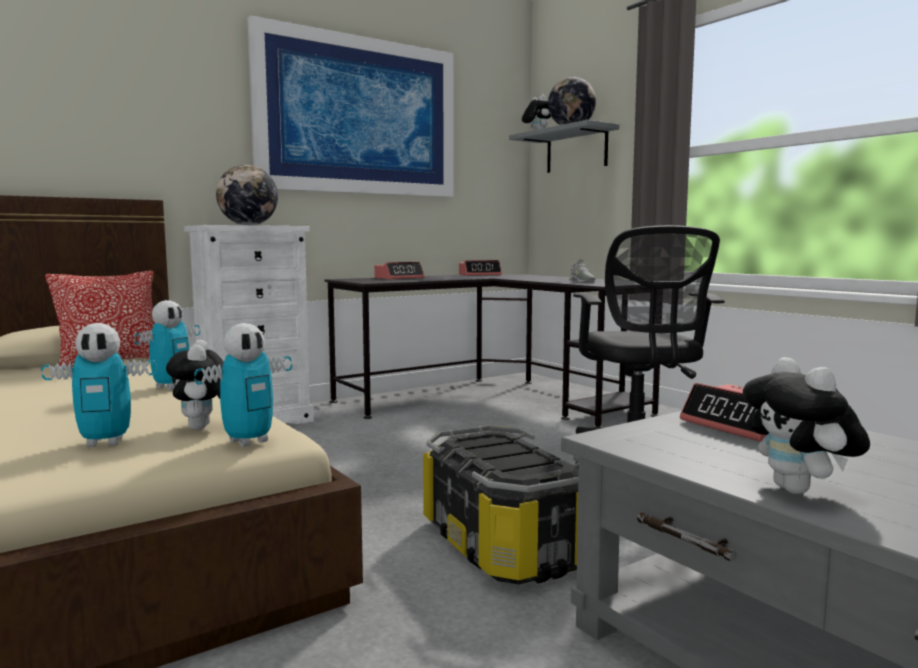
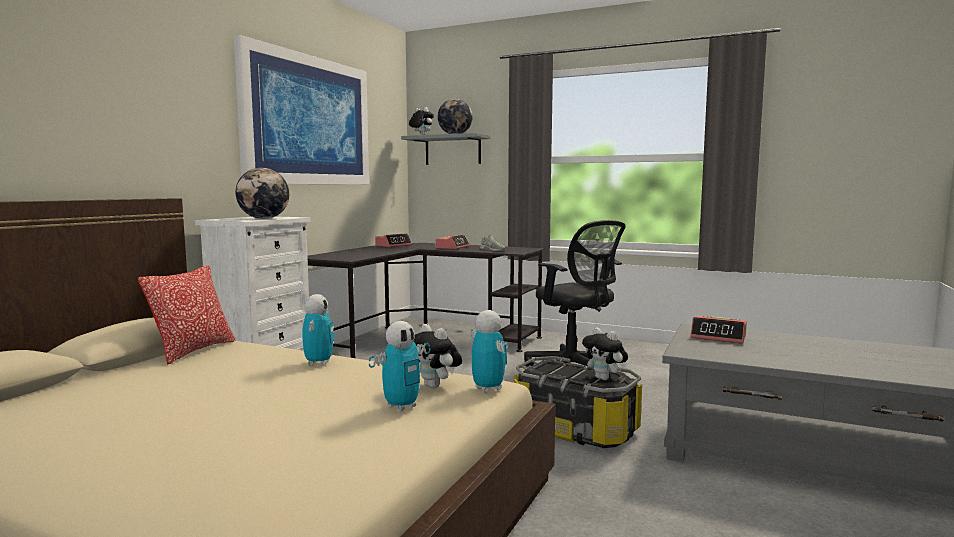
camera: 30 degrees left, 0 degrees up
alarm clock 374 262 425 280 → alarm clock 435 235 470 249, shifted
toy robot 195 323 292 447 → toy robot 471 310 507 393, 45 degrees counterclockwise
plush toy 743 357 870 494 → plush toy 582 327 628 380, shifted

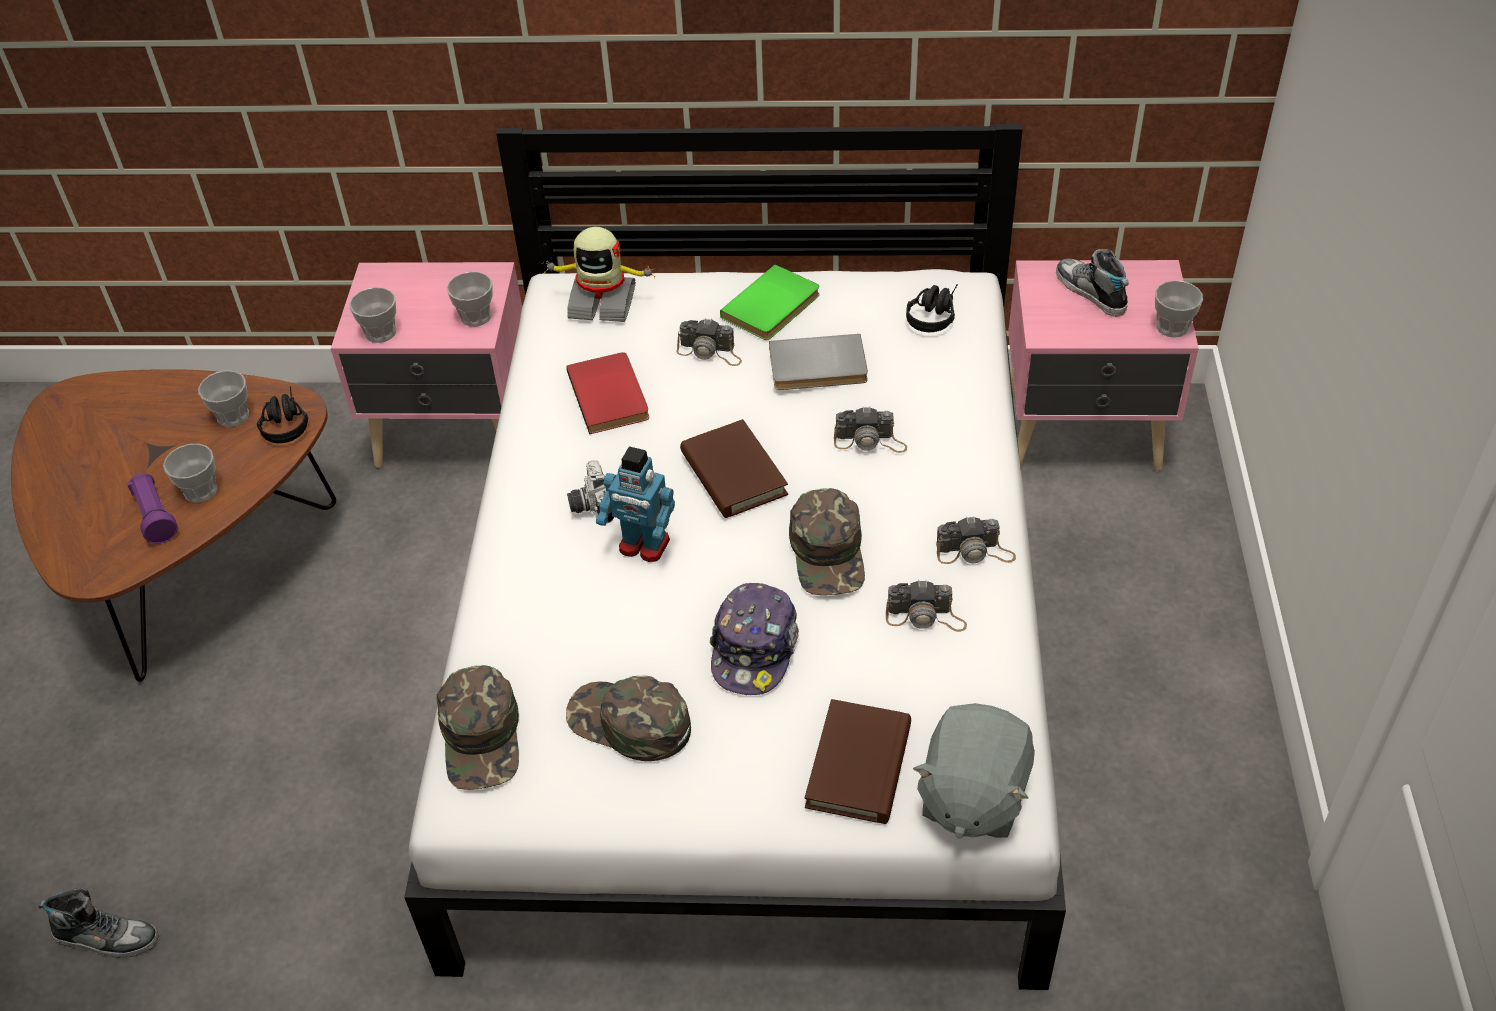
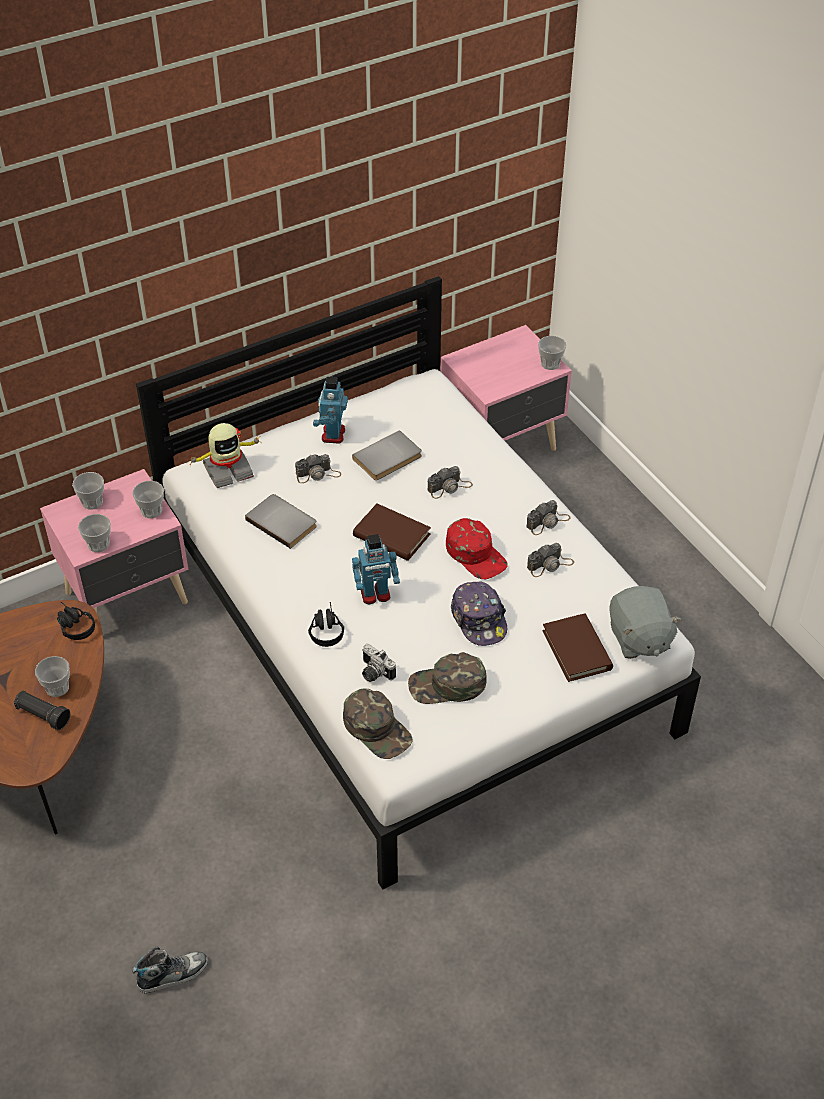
camera: 35 degrees left, 0 degrees up
shoe 1056 249 1129 317 → -
green book 720 265 820 340 → toy robot 313 377 348 444
black headphones 906 284 958 332 → black headphones 308 602 344 647, shifted
red book 566 352 649 434 → grey book 245 494 317 549
cup 198 370 249 427 → cup 72 472 104 510, shifted
photo camera 567 460 614 523 → photo camera 362 644 396 682, shifted
purple flashlight 126 473 178 544 → black flashlight 14 691 70 730
green cap 789 488 865 595 → red cap 446 518 508 579

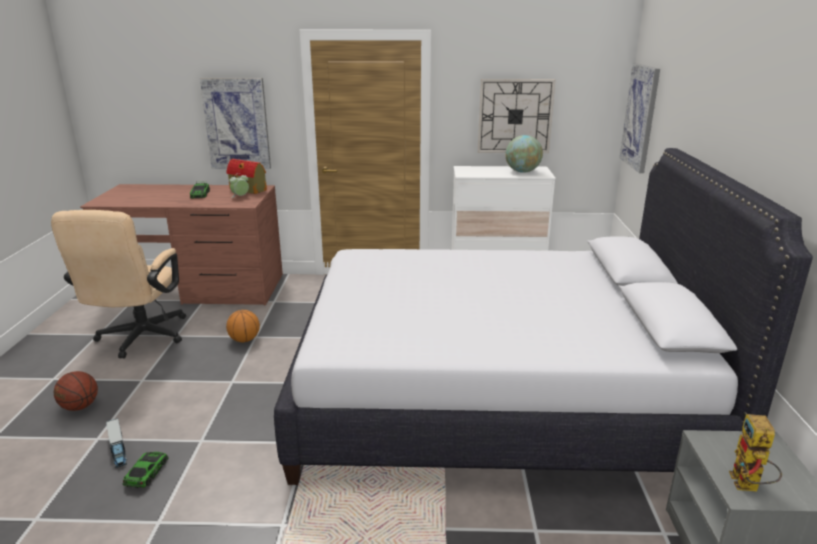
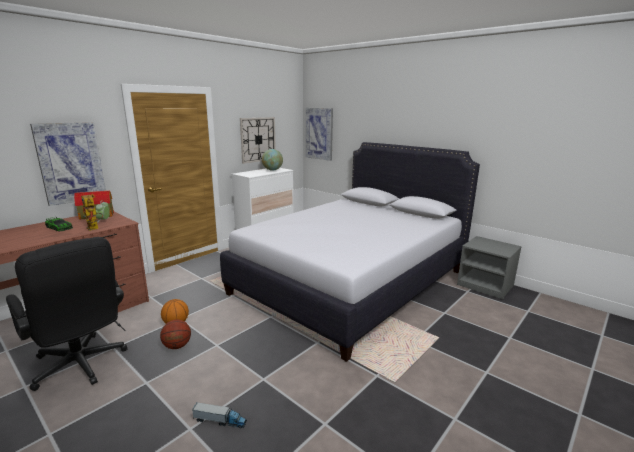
camera: 50 degrees left, 5 degrees down
beige office chair 51 210 186 359 → black office chair 6 237 127 391
basketball 54 371 98 411 → basketball 160 320 191 349, shifted
toy robot 729 414 782 491 → toy robot 81 195 103 231, shifted
toy car 123 452 169 488 → -

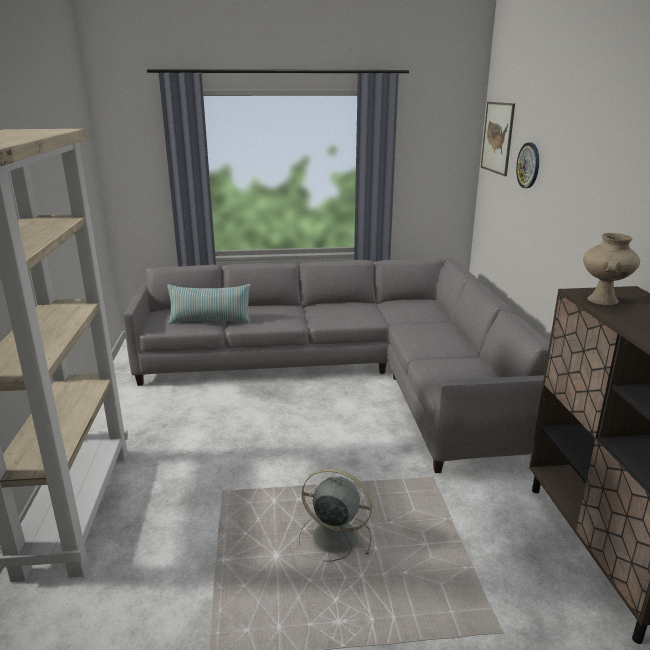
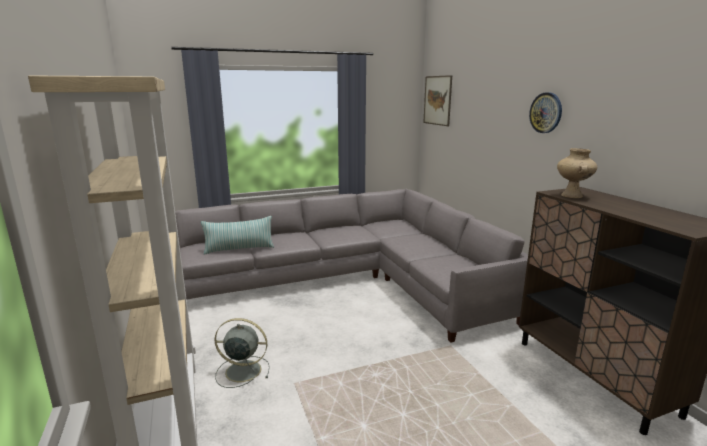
camera: 15 degrees left, 5 degrees down
wall clock 516 142 539 188 → wall clock 529 92 562 133, shifted
grey fan 299 469 372 562 → grey fan 215 318 270 388, shifted

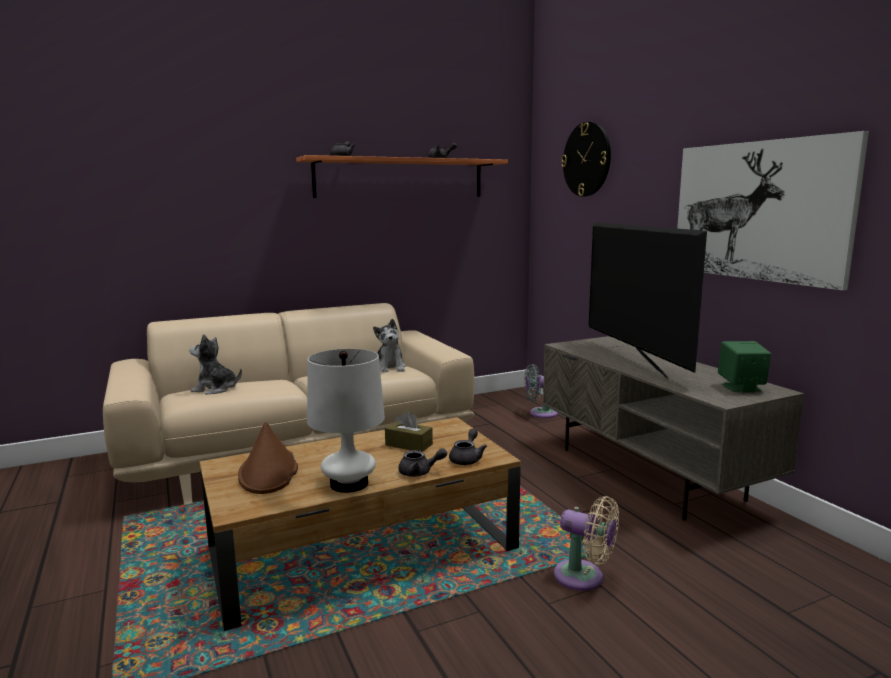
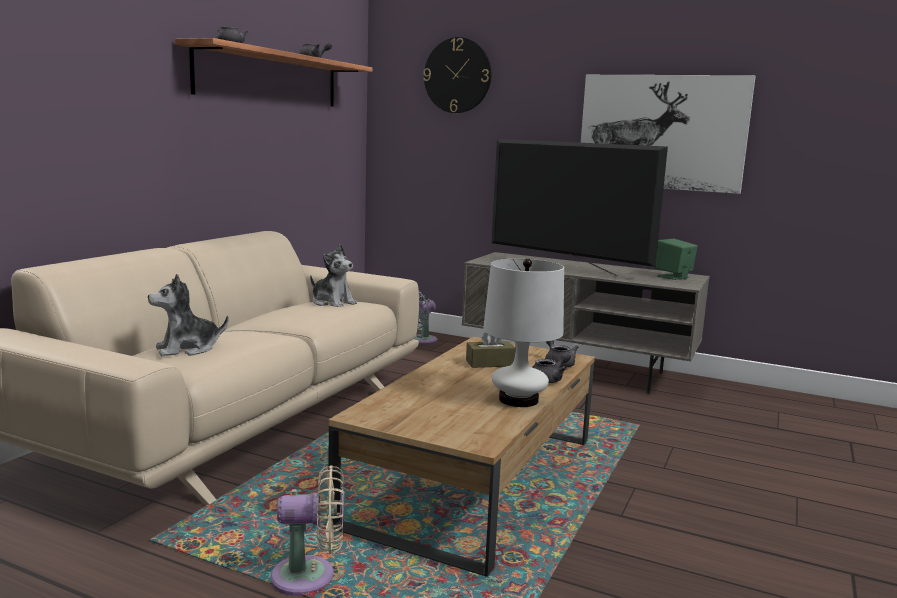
camera: 40 degrees left, 0 degrees up
brown hat 238 422 298 494 → -
beige fan 554 496 619 591 → beige fan 270 465 344 596, shifted

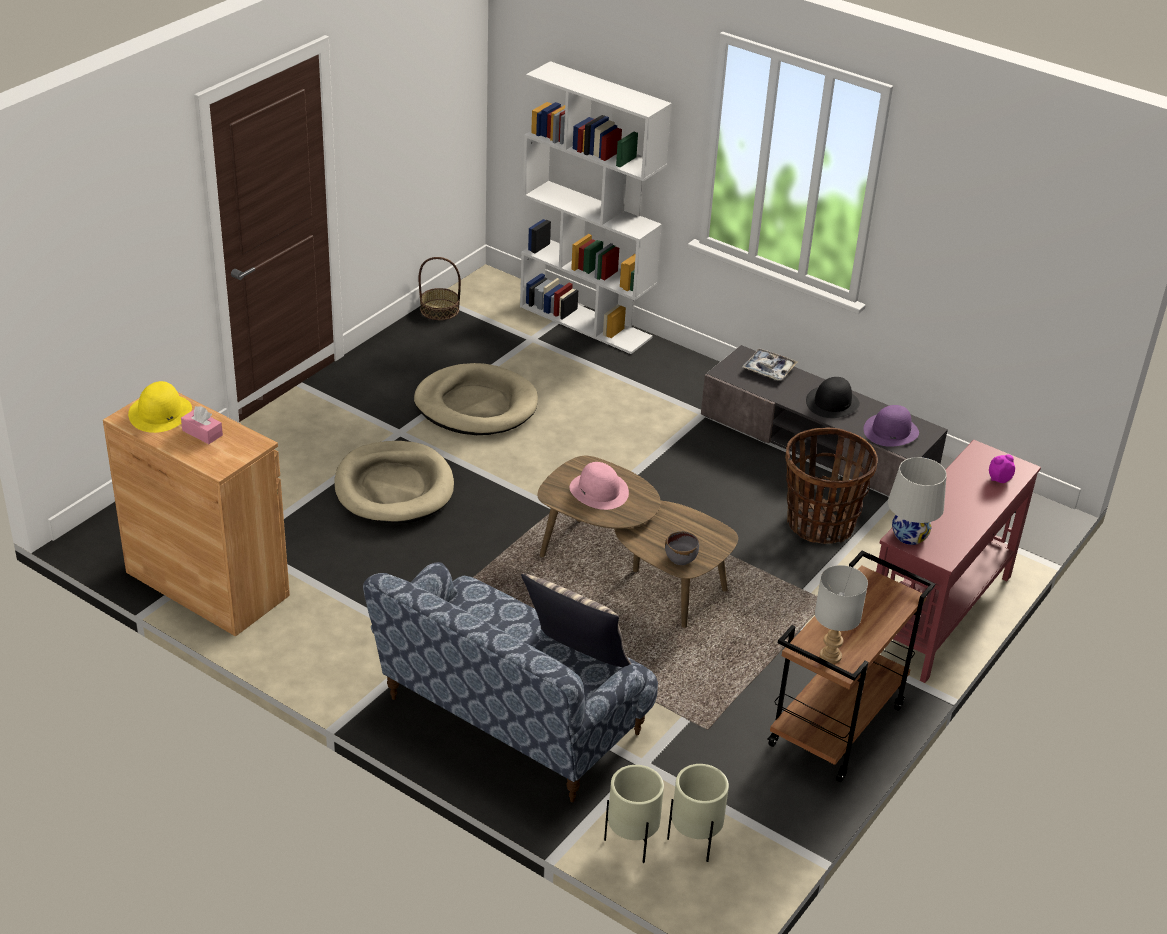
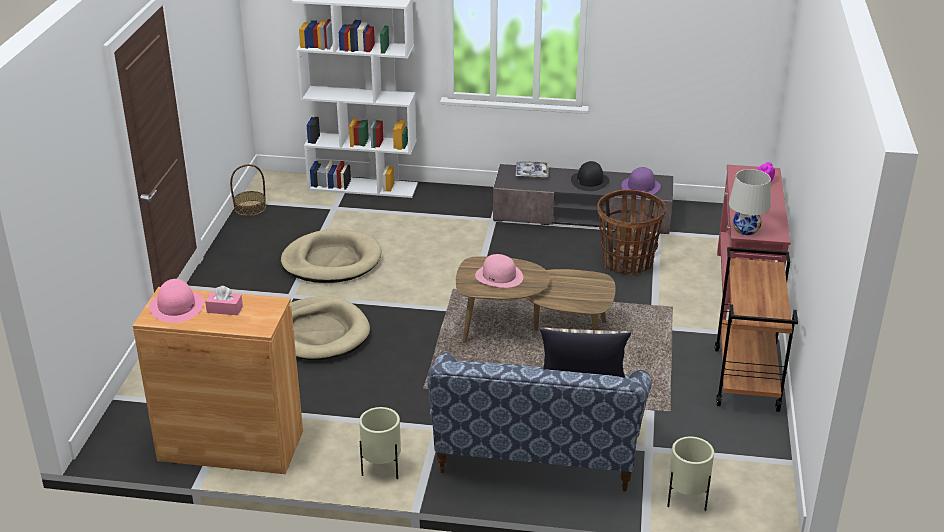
camera: 25 degrees left, 5 degrees down
yellow hat 128 381 192 433 → pink hat 149 279 204 323
grey bowl 665 531 699 565 → -
grey table lamp 815 565 868 664 → -
beige planter 667 764 729 862 → beige planter 359 407 401 480, shifted

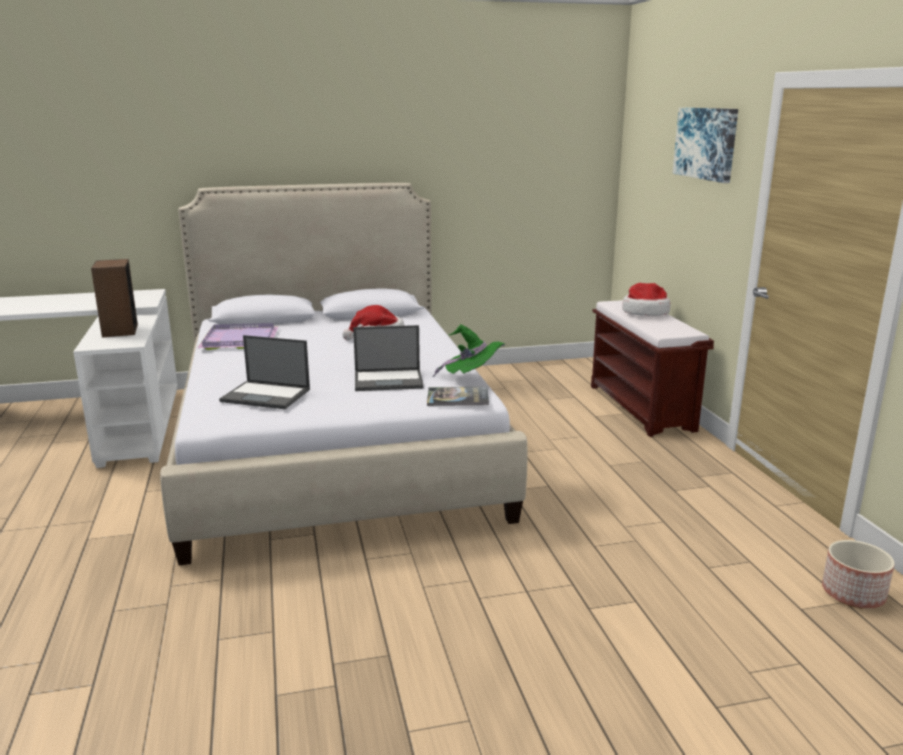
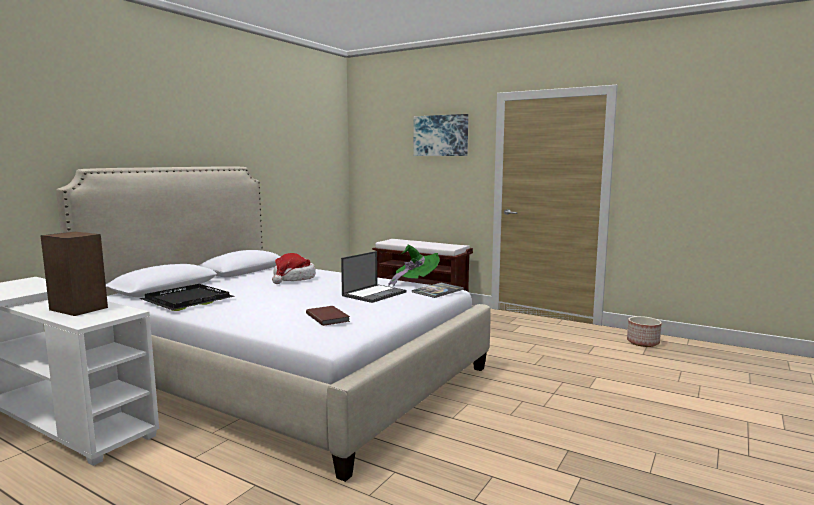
camera: 45 degrees left, 10 degrees down
hat 622 283 671 316 → -
purple tray 197 323 279 350 → black tray 139 284 234 311
laptop 219 335 310 409 → brown book 306 306 350 326

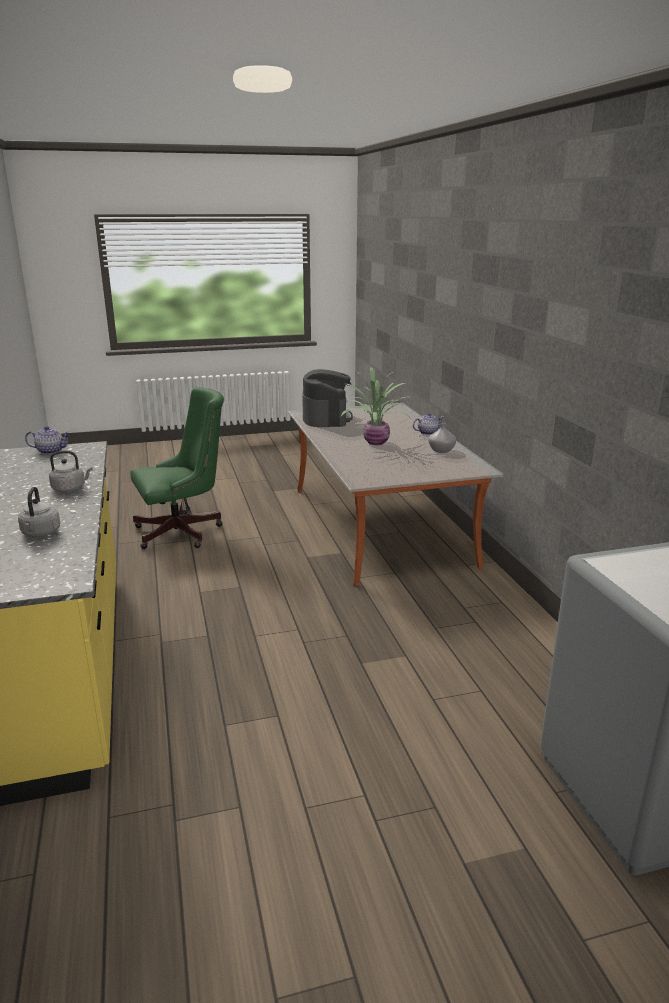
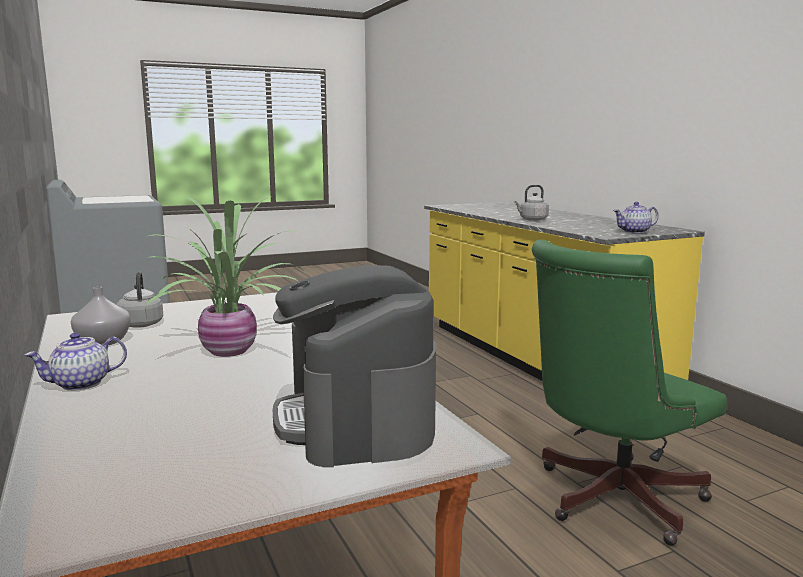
camera: 170 degrees right, 10 degrees down
grey kettle 18 487 60 537 → grey kettle 116 271 163 328, shifted

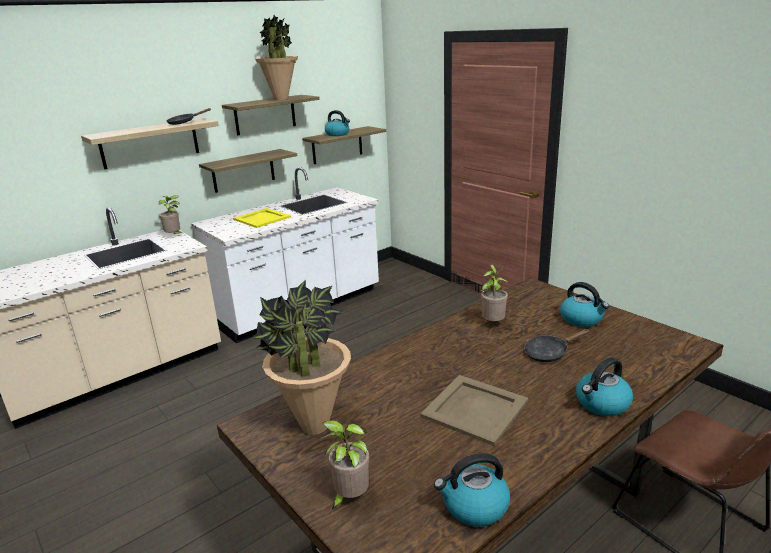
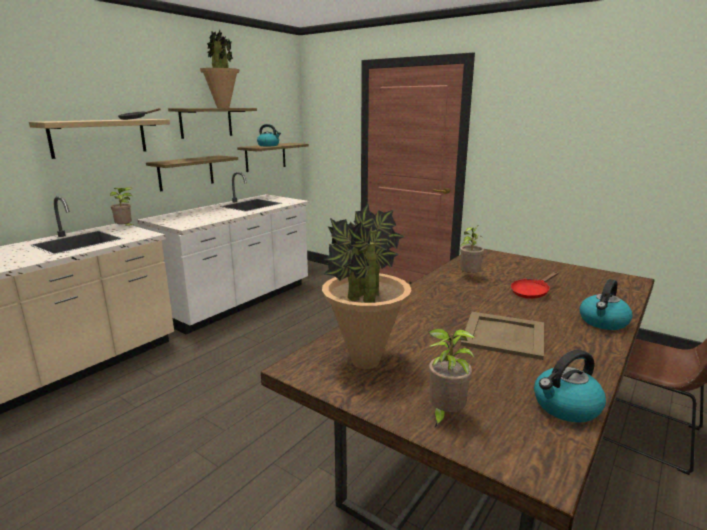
camera: 15 degrees left, 5 degrees down
yellow tray 233 208 291 228 → -
kettle 560 282 609 327 → -
black frying pan 524 329 590 362 → red frying pan 511 271 558 299

